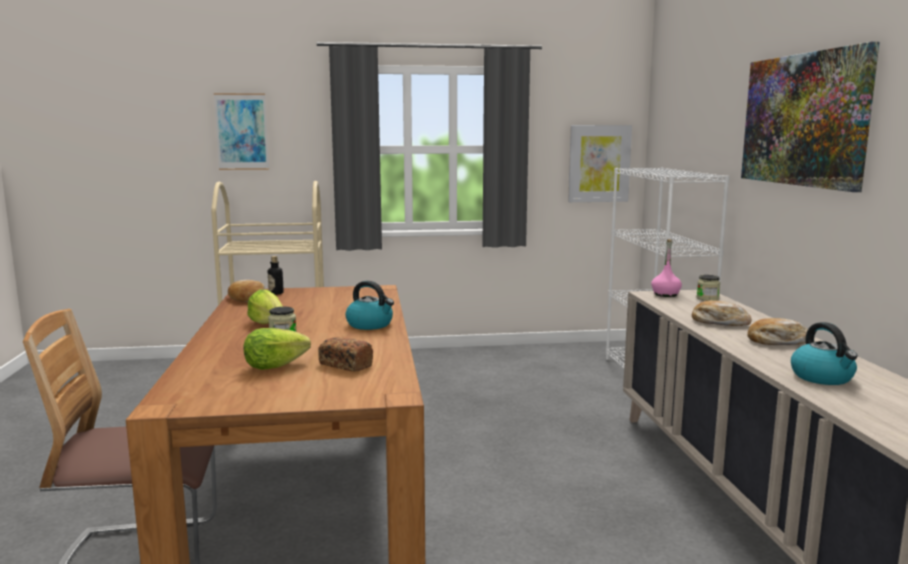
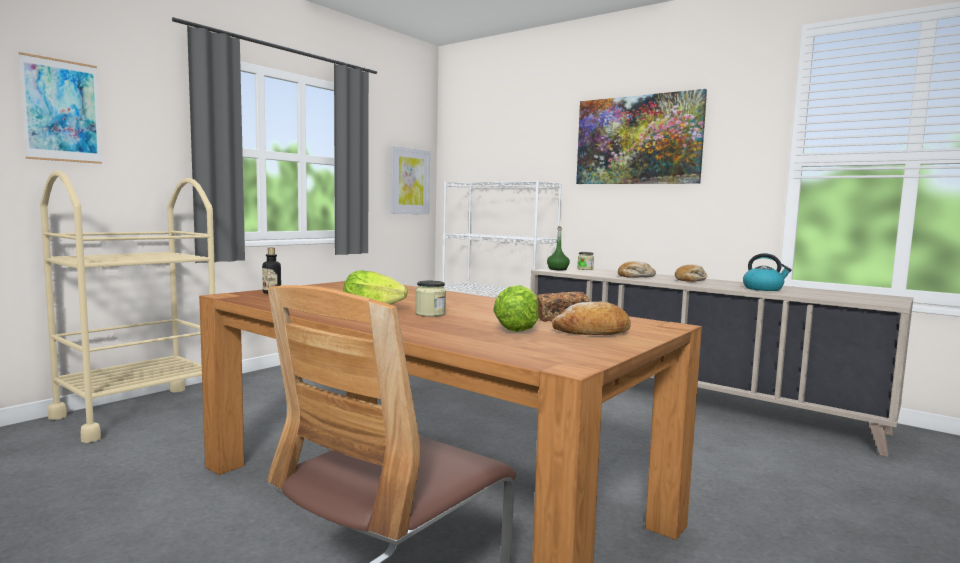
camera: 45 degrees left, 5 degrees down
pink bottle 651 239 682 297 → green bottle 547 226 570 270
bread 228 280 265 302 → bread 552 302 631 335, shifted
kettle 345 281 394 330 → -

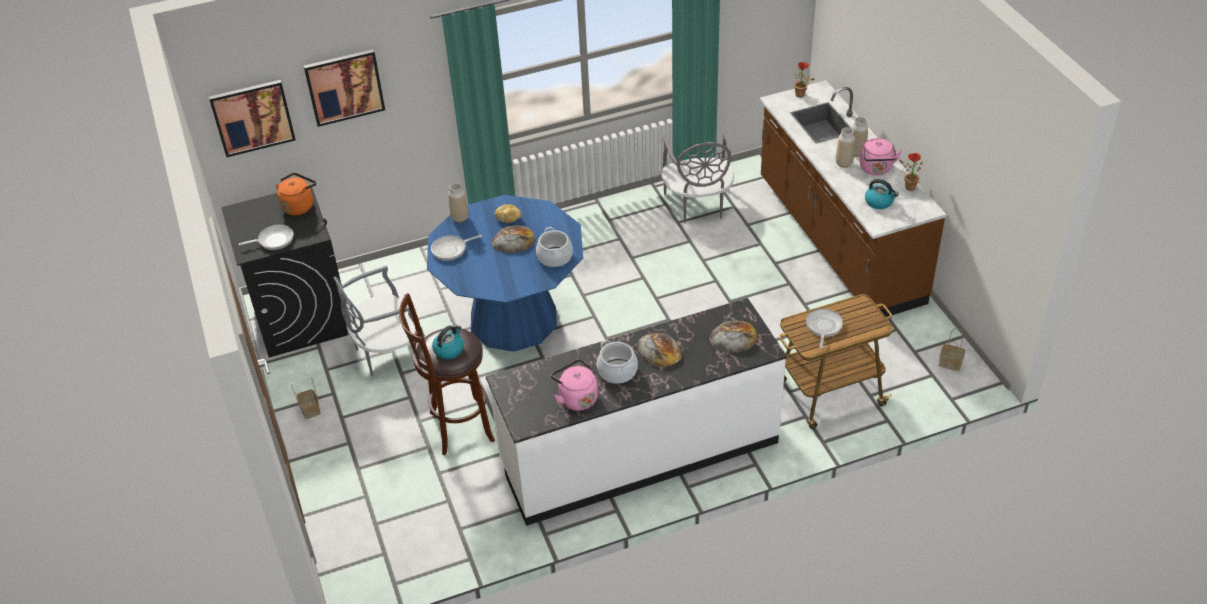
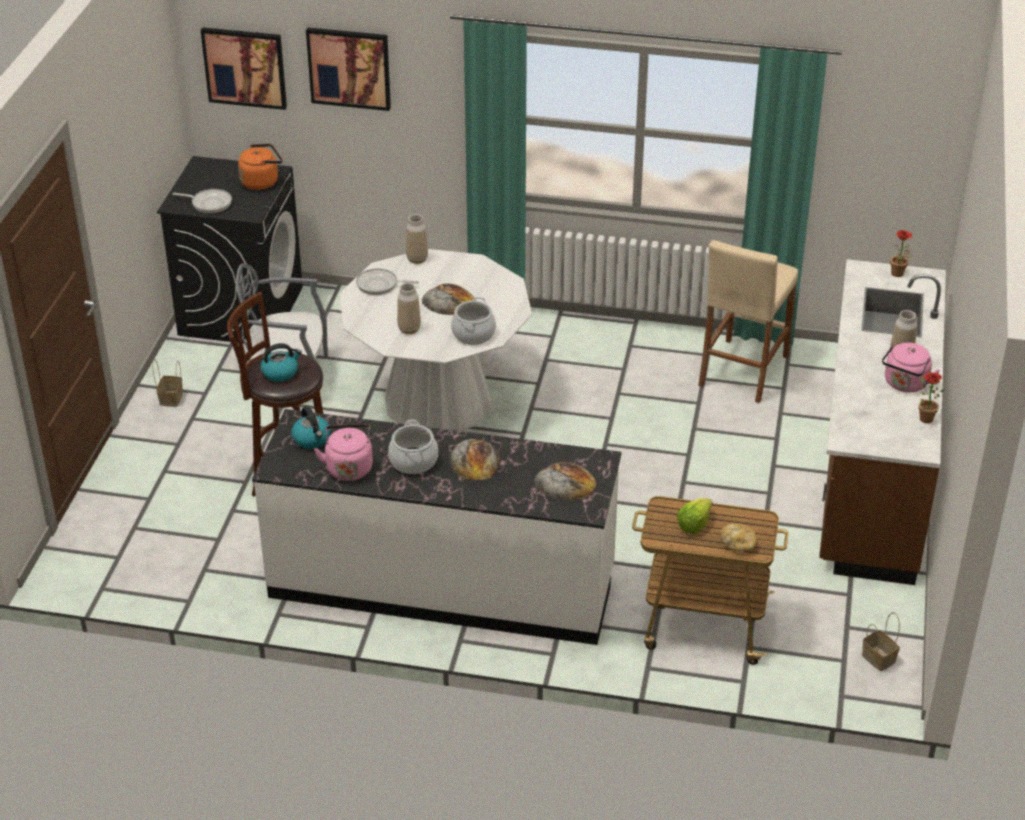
camera: 30 degrees right, 5 degrees down
vase 835 127 855 168 → vase 397 283 421 334, shifted
grey chair 661 131 734 223 → beige stool 698 240 798 403
kettle 865 179 899 209 → kettle 291 406 331 449, shifted
blue dining table 427 195 583 352 → white dining table 340 249 532 431
bread 495 204 521 223 → bread 720 523 757 552, shifted
frying pan 806 309 843 348 → lettuce 677 498 712 534

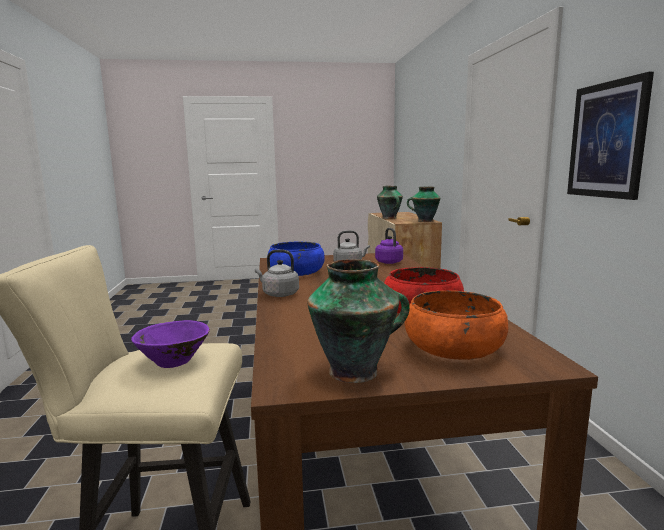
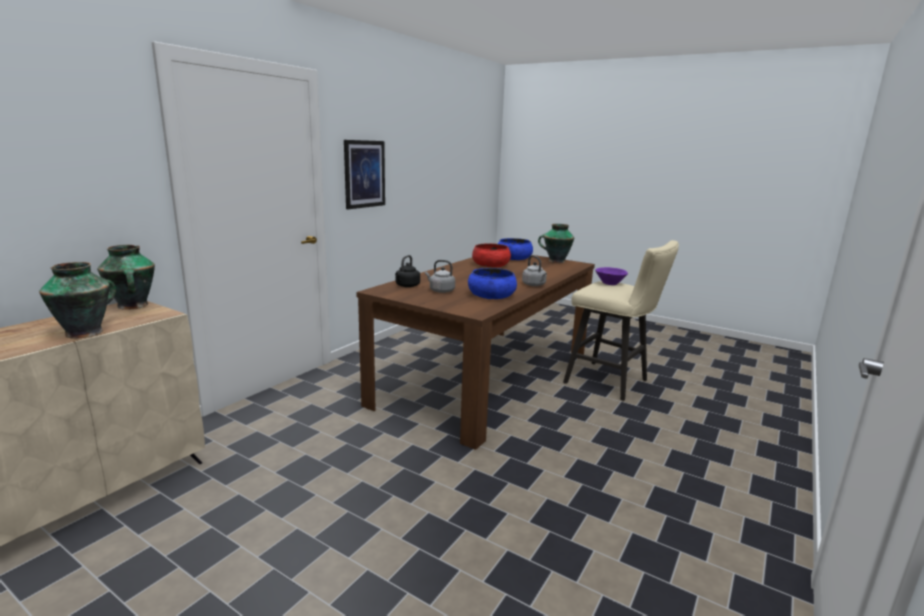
camera: 140 degrees left, 5 degrees up
purple kettle 375 228 403 264 → black kettle 395 255 420 287
orange bowl 405 290 508 360 → blue bowl 498 238 533 260

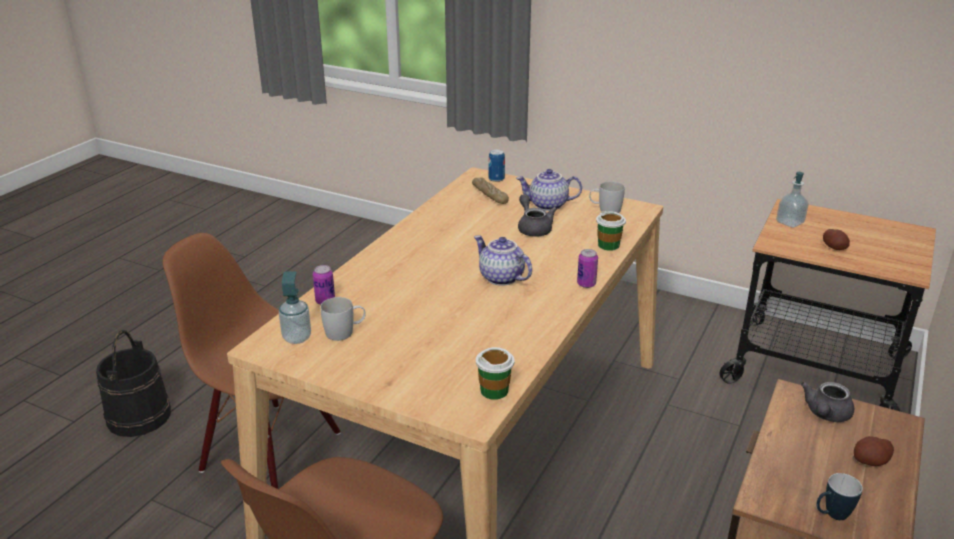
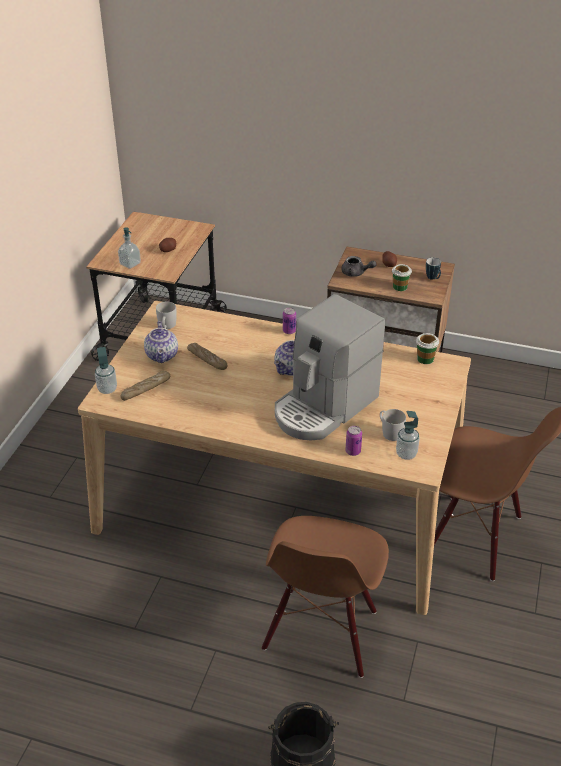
camera: 100 degrees left, 10 degrees up
can 489 149 505 182 → soap dispenser 95 347 117 394
grey teapot 518 194 556 237 → bread 187 343 227 370
cup 596 211 626 251 → cup 392 264 412 291, shifted
- → coffee machine 275 294 385 440

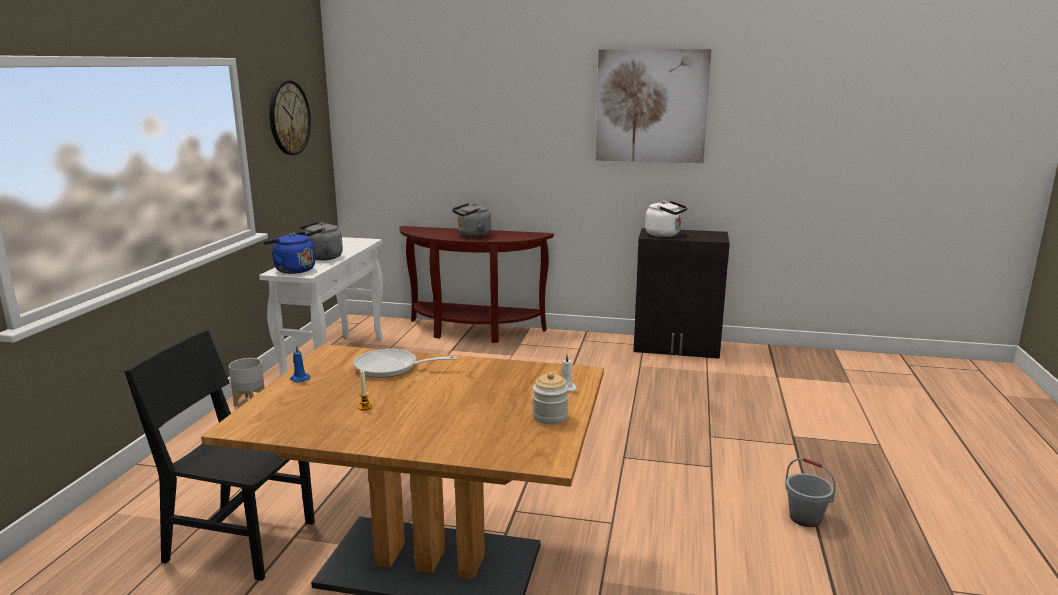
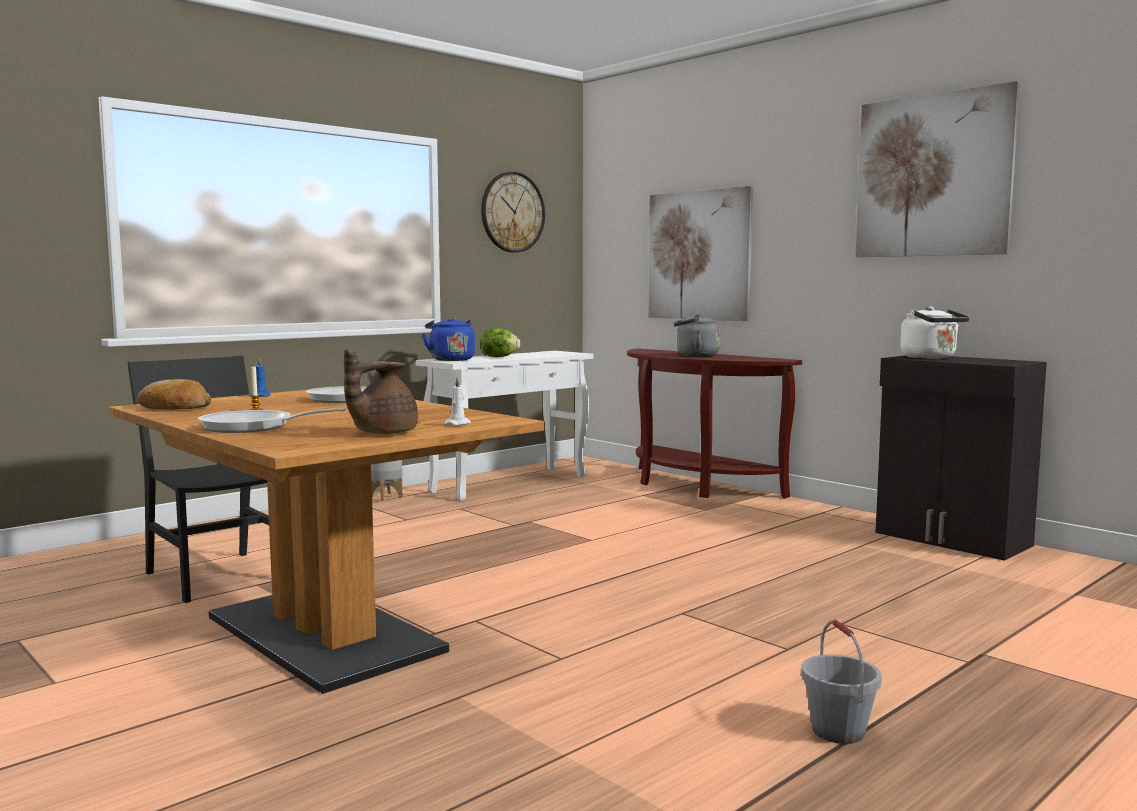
camera: 35 degrees right, 10 degrees down
grey kettle 298 221 343 260 → lettuce 480 328 520 357
jar 533 372 569 424 → brown teapot 344 349 418 434
- → picture 649 186 753 321
- → bread 137 379 211 410
- → frying pan 198 408 346 433

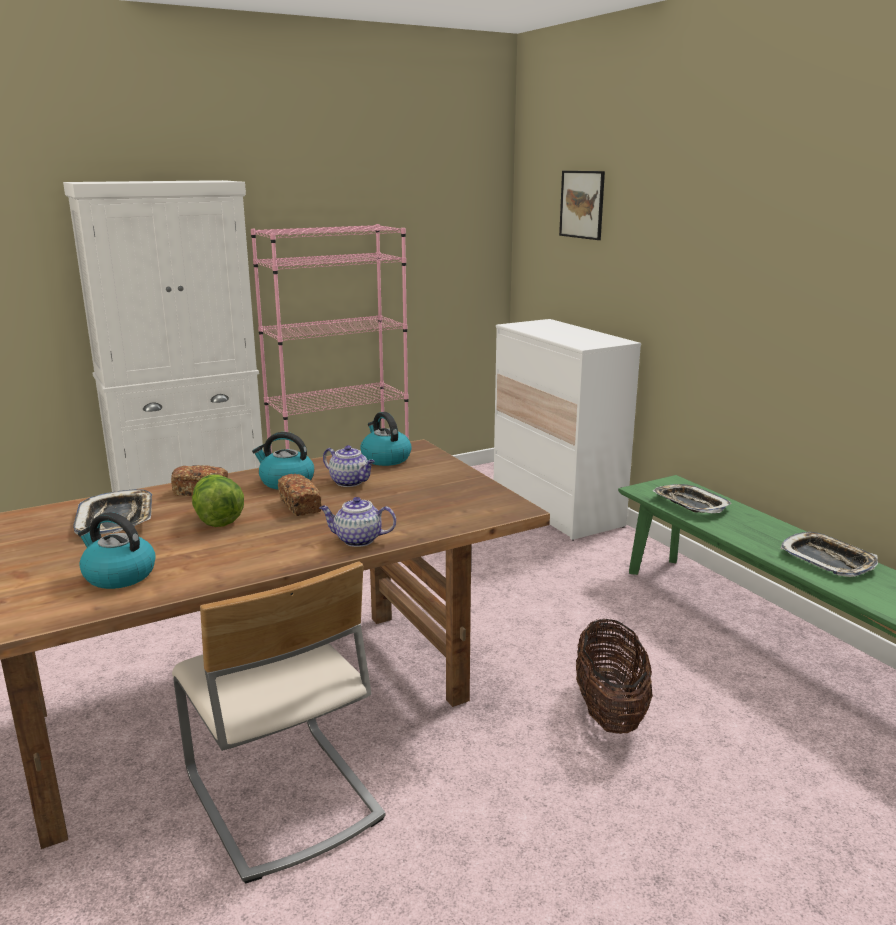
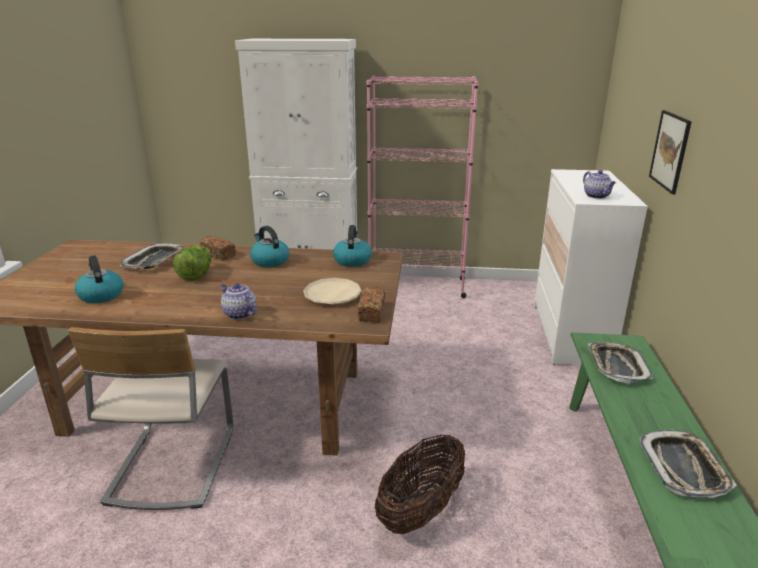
camera: 35 degrees right, 5 degrees up
picture 559 171 605 240 → picture 649 110 692 194, shifted
teapot 323 445 375 487 → teapot 583 170 616 199, shifted
bread 278 474 321 516 → bread 358 286 385 323, shifted
- → beige plate 303 278 362 305

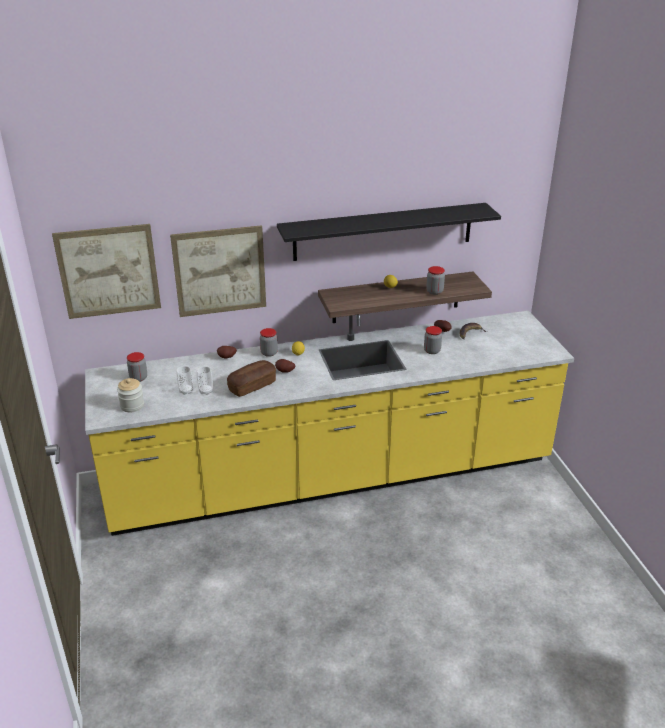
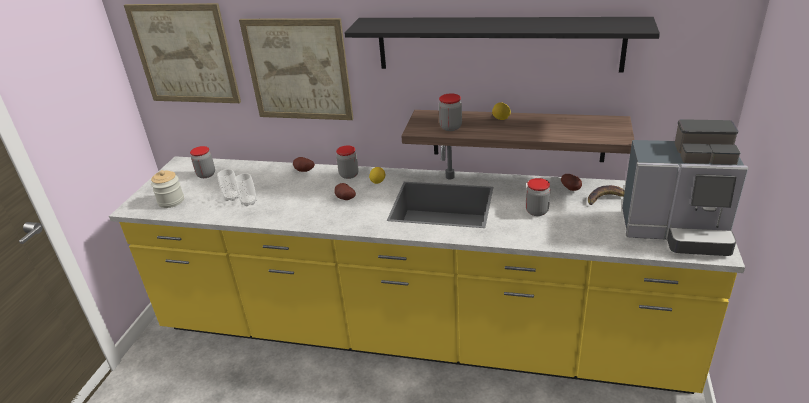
camera: 30 degrees right, 0 degrees up
jar 426 266 445 295 → jar 439 93 462 131, shifted
bread 227 360 276 397 → -
- → coffee machine 622 119 748 256

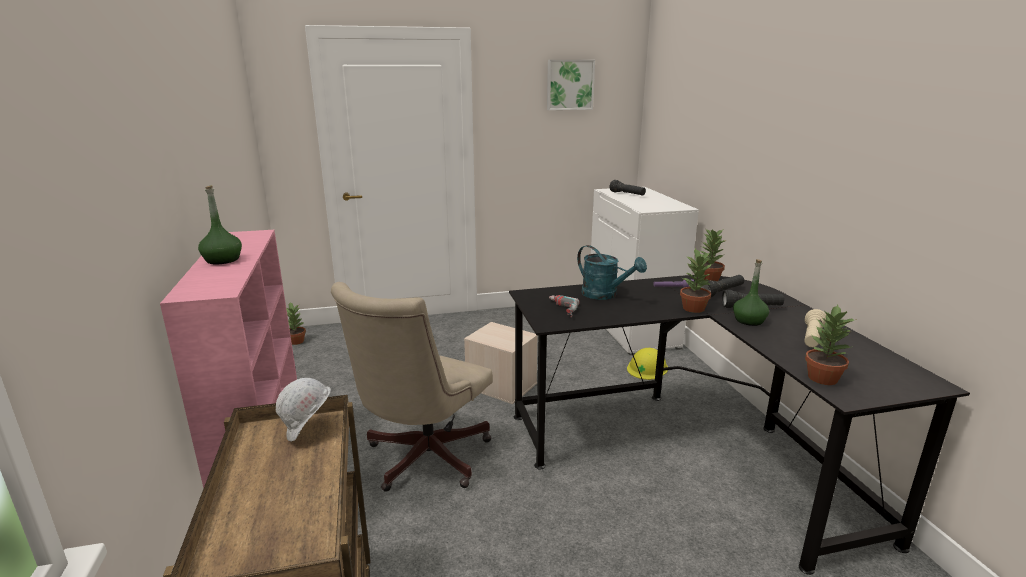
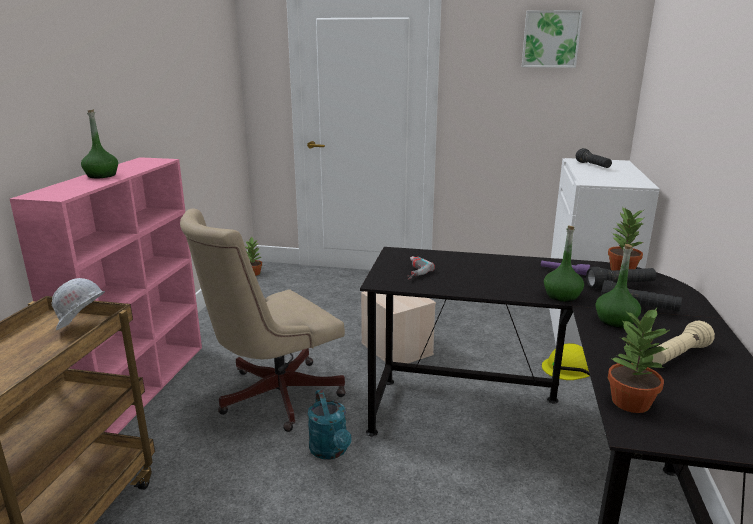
camera: 25 degrees right, 0 degrees up
turquoise watering can 577 245 647 300 → turquoise watering can 307 390 352 459, shifted
potted plant 680 248 712 313 → green bottle 544 226 584 302

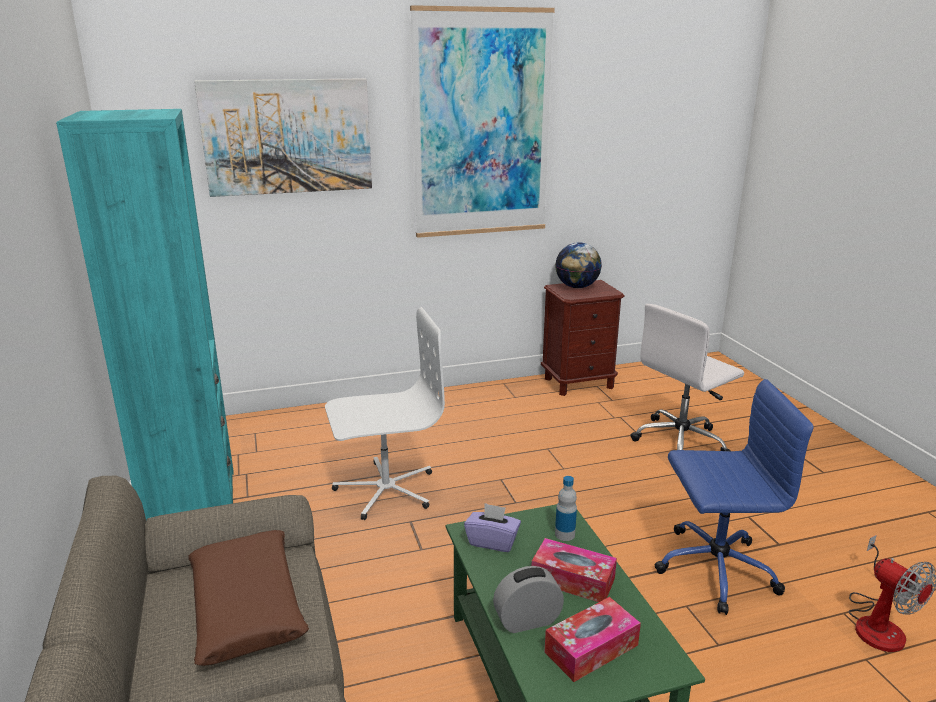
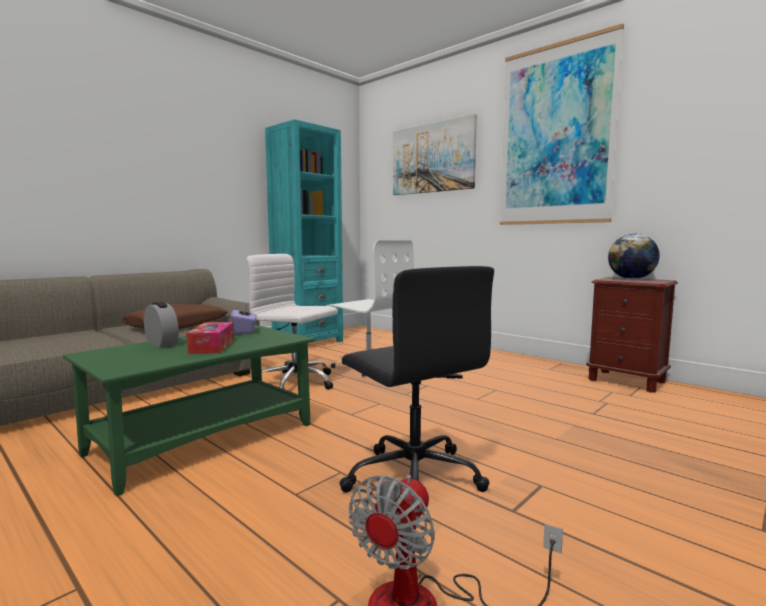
camera: 60 degrees right, 15 degrees down
white office chair 631 304 744 452 → white office chair 247 254 338 390, shifted
blue office chair 655 379 814 615 → black office chair 339 266 494 492
bottle 555 476 577 541 → -
tissue box 545 597 641 682 → -

